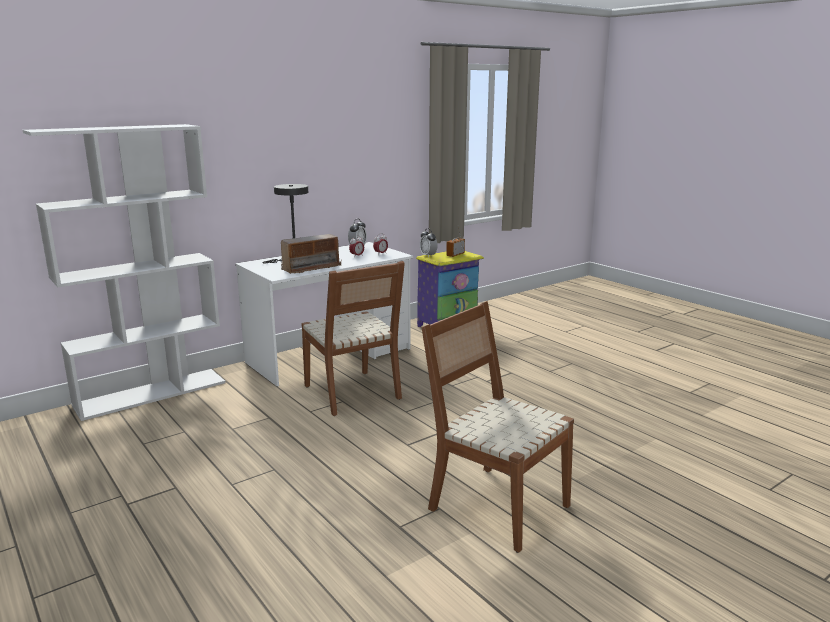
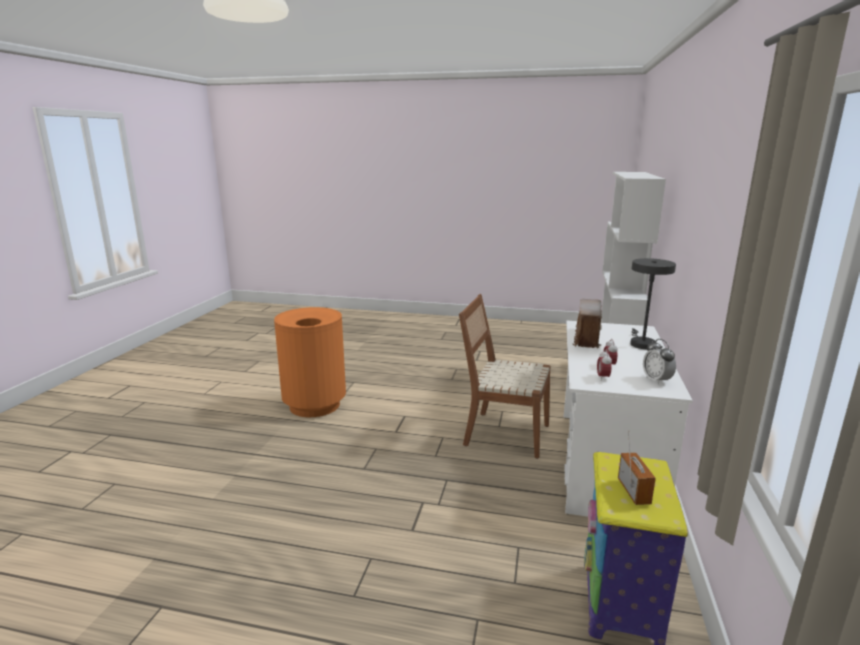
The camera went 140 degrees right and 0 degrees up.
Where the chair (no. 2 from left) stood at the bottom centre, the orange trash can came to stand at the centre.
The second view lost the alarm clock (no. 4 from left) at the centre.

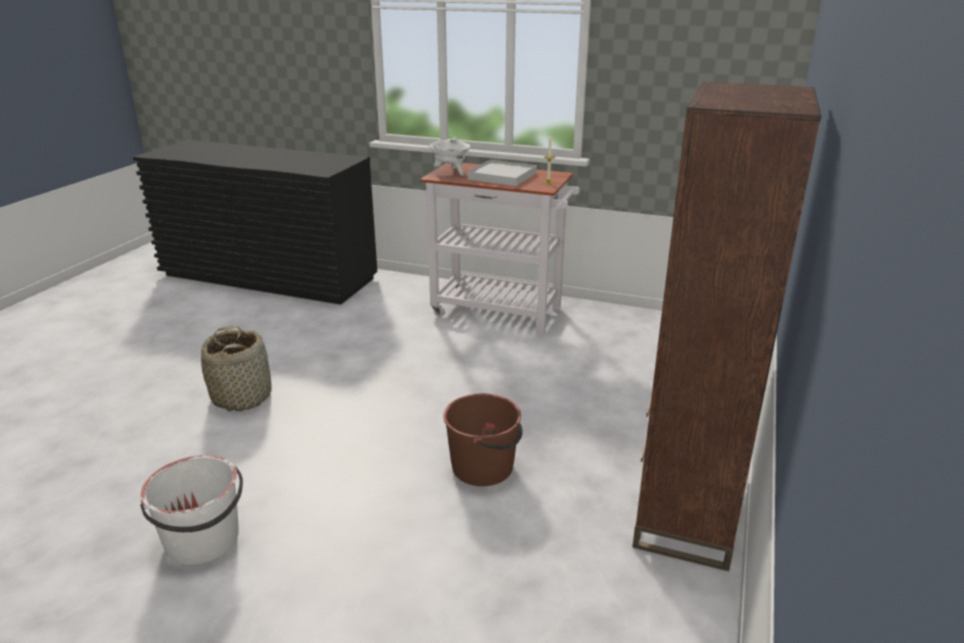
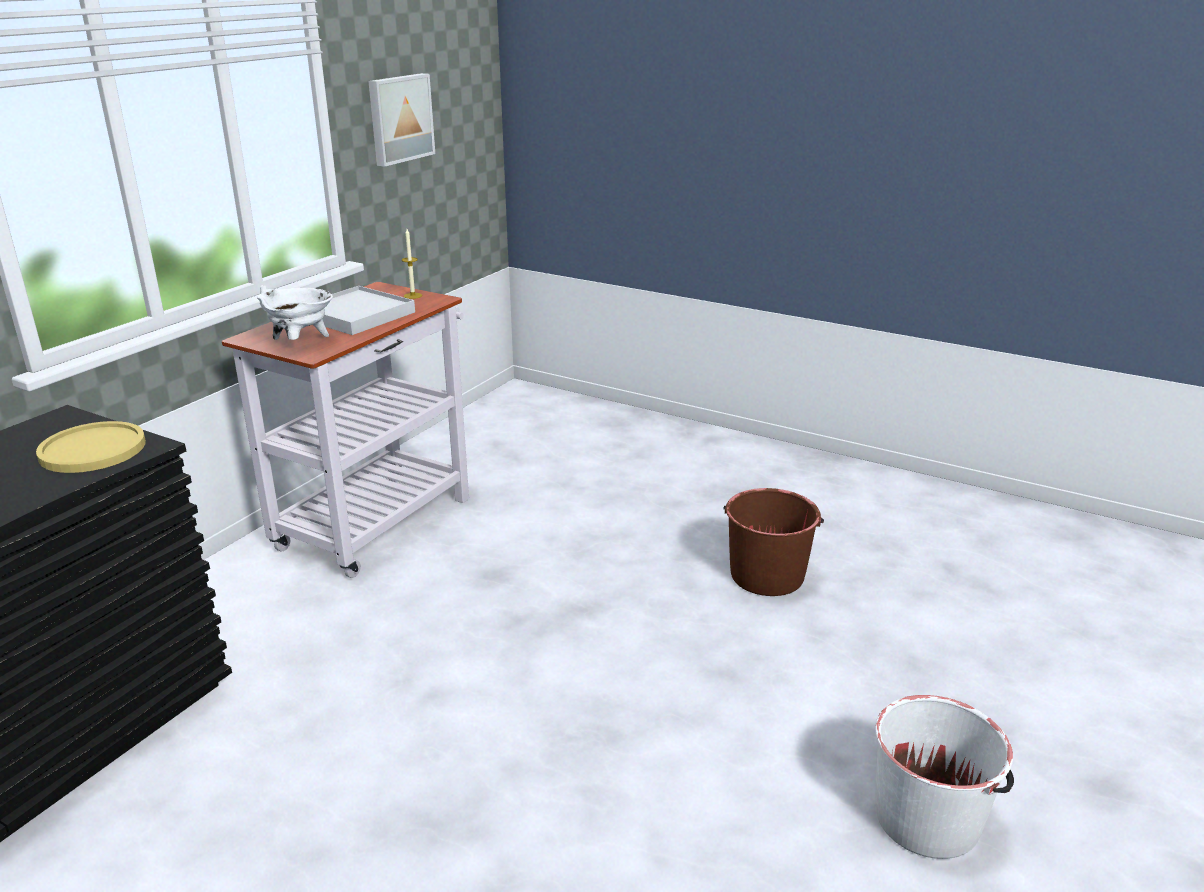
The camera went 80 degrees left and 0 degrees up.
The second view gained the yellow plate at the middle left.
The second view gained the picture at the top left.
The second view lost the basket at the middle left.
The second view lost the brown bookcase at the middle right.

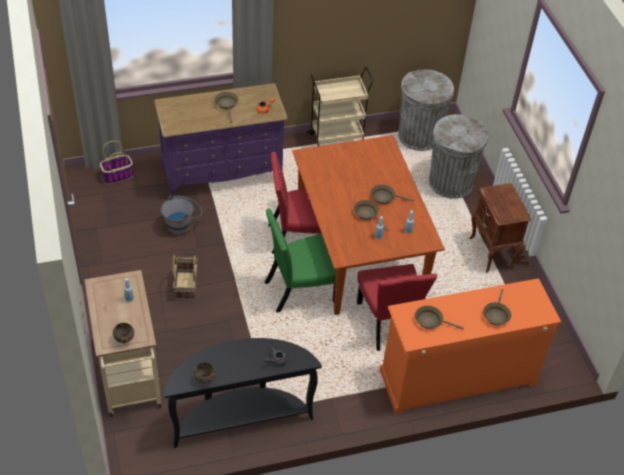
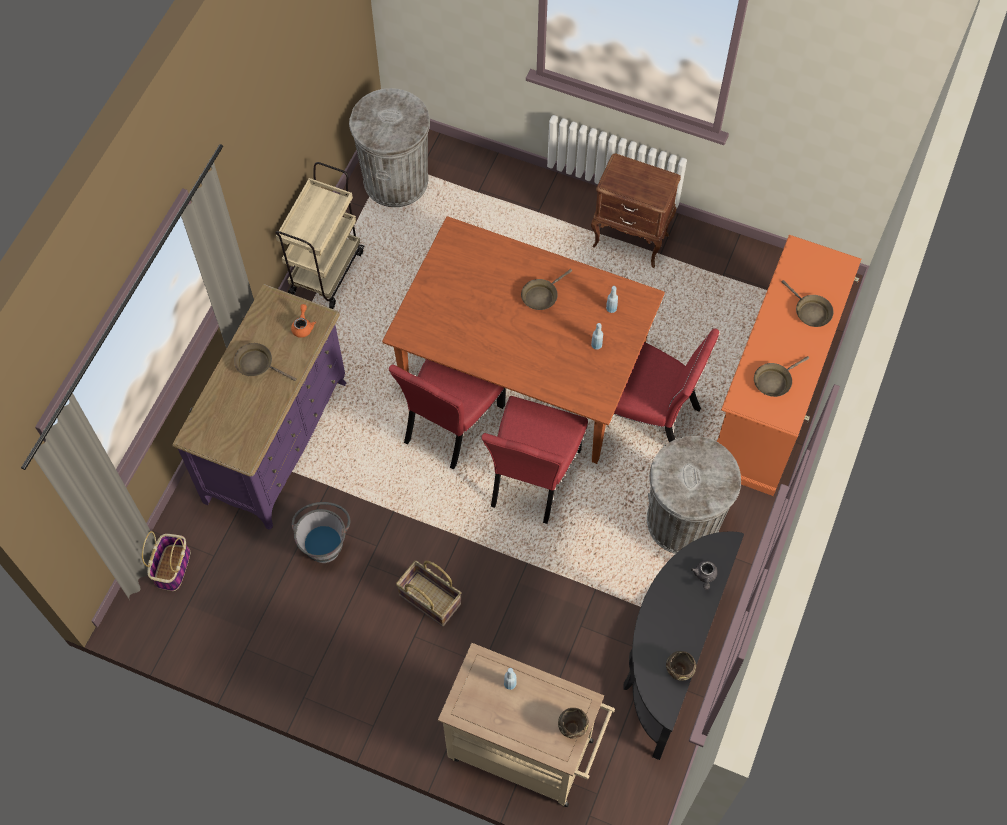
The camera went 50 degrees left and 15 degrees up.
What was the green chair at the centre turned into the red chair (no. 2 from left) at the centre.
The grey trash can (no. 2 from left) ended up elsewhere, having gone from the top right to the middle right.
The second view lost the brown frying pan (no. 2 from left) at the centre.

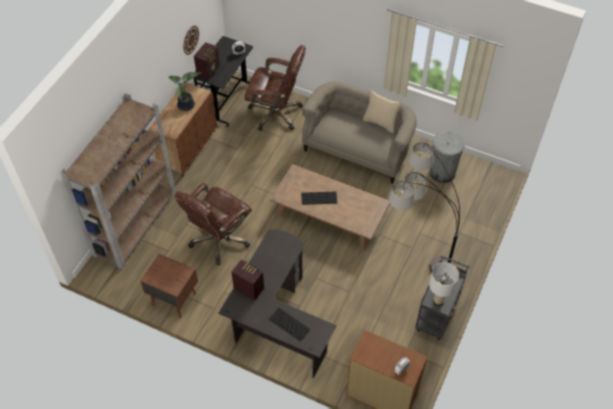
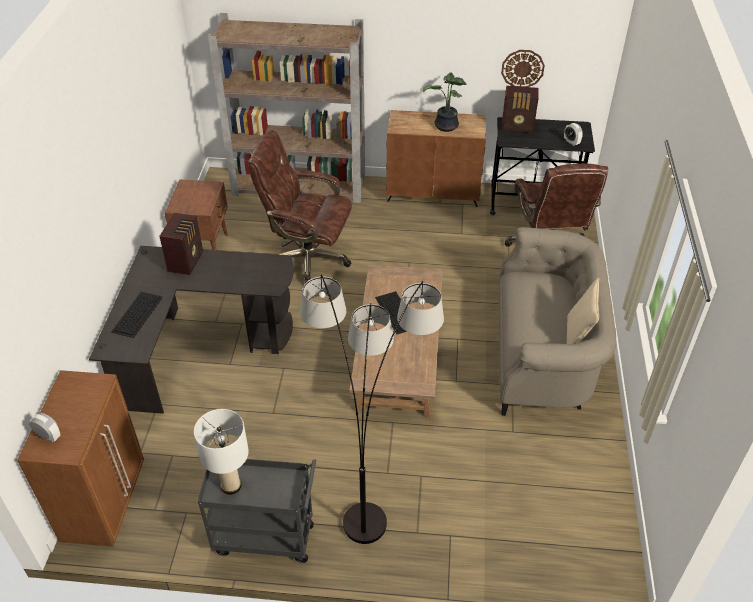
The camera went 70 degrees right and 10 degrees down.
The second view lost the grey trash can at the middle right.

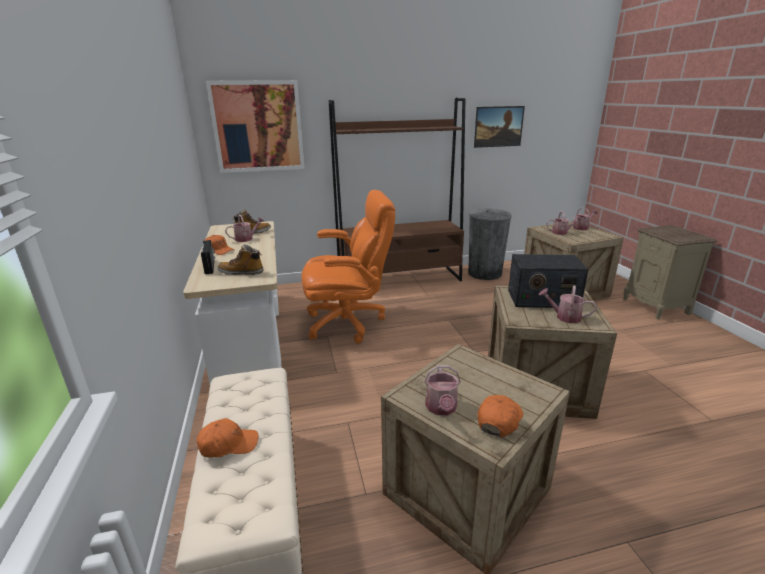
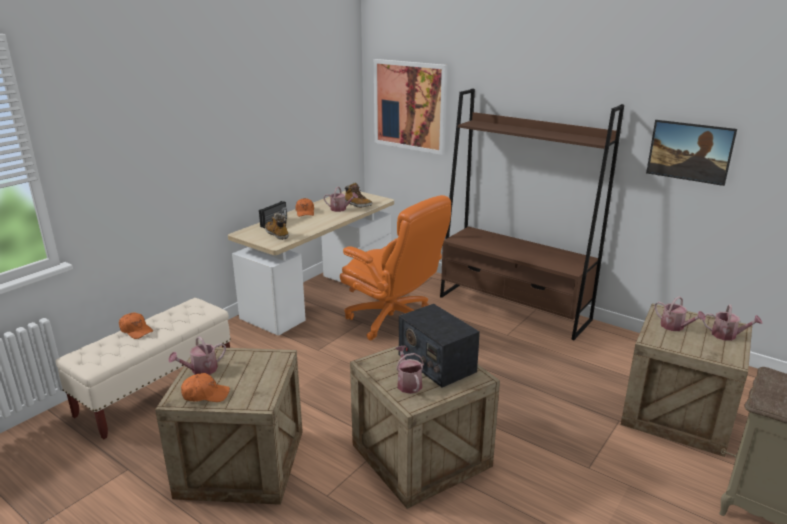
The camera went 50 degrees right and 0 degrees up.
The second view lost the grey trash can at the centre.

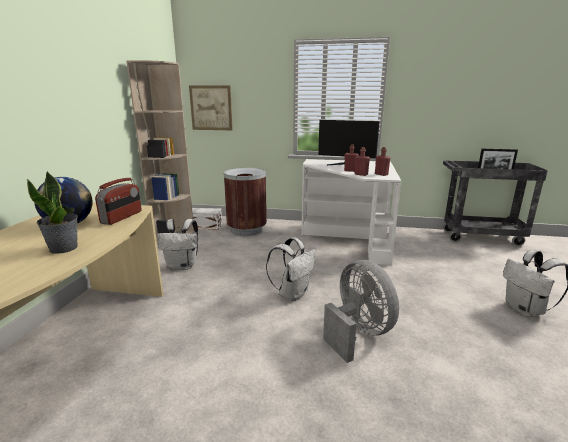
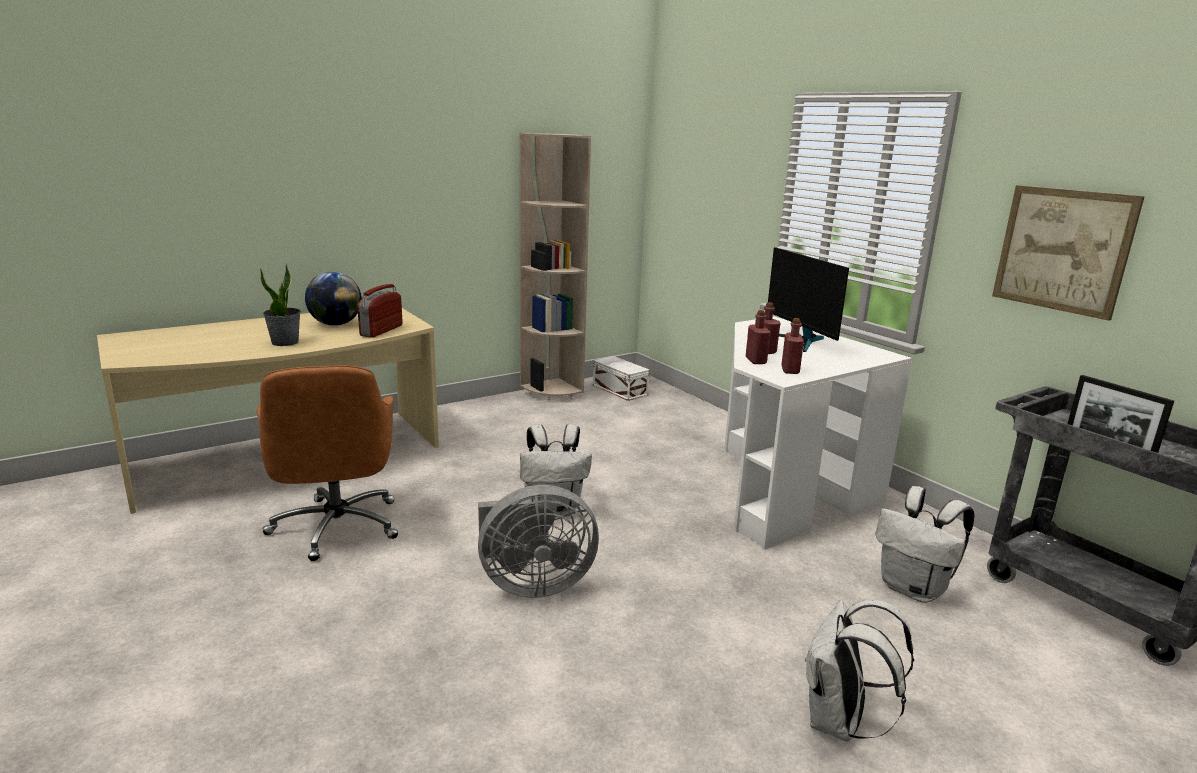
The camera went 45 degrees right and 0 degrees up.
The second view gained the brown office chair at the middle left.
The radio at the middle left ended up facing another way, 135 degrees clockwise from before.
The grey fan at the bottom centre ended up facing another way, 60 degrees clockwise from before.
The white backpack (no. 1 from left in the first image) ended up elsewhere, having gone from the middle left to the bottom right.
The picture ended up elsewhere, having gone from the top centre to the top right.
The second view lost the brown trash can at the centre.

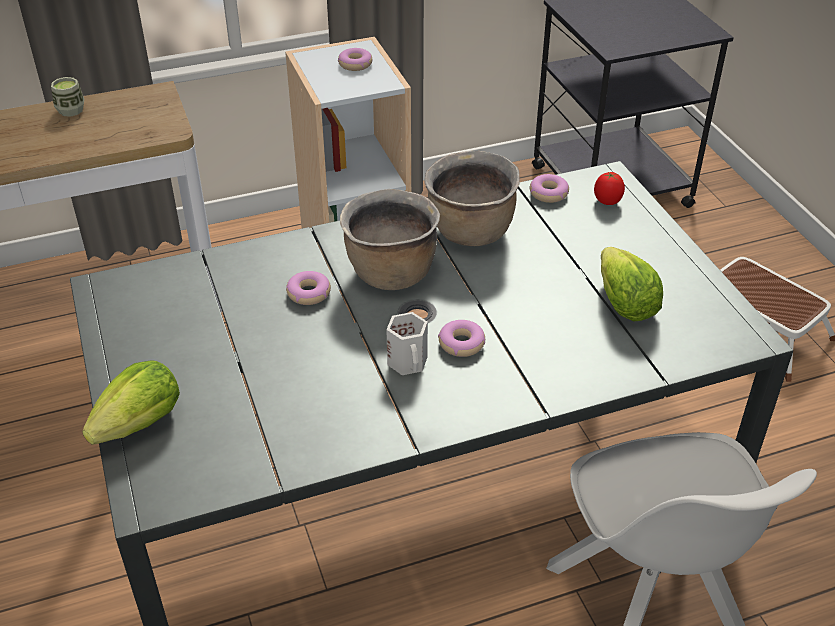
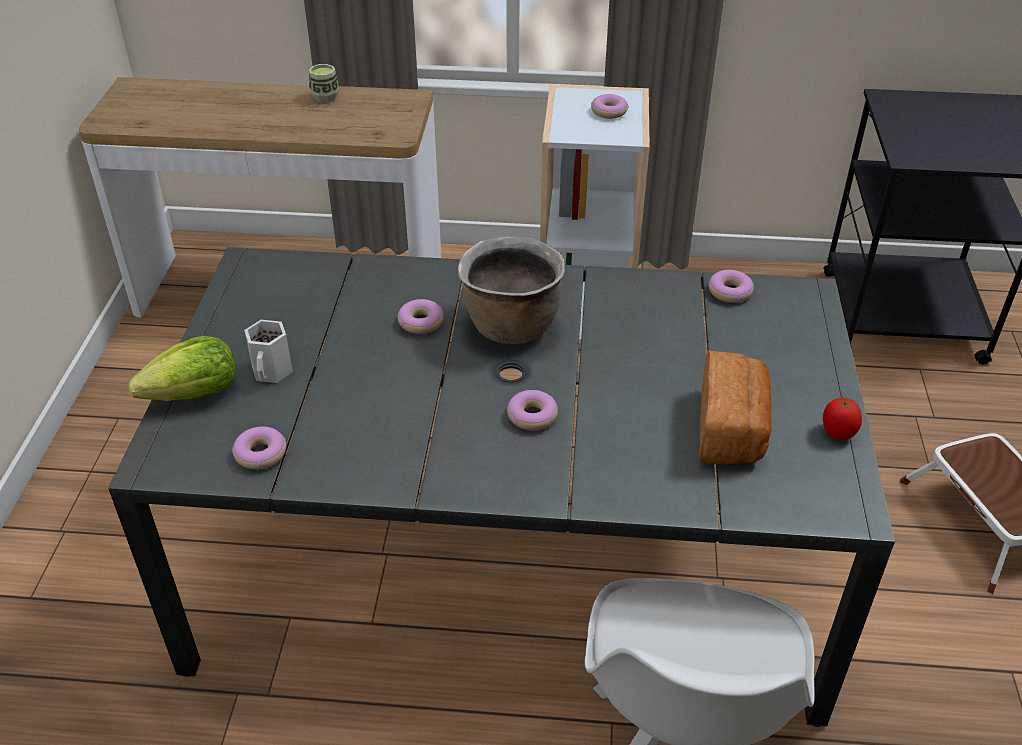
The camera went 25 degrees right and 0 degrees up.
The second view gained the donut (no. 1 from left) at the middle left.
The white mug ended up elsewhere, having gone from the centre to the middle left.
Where the lettuce (no. 2 from left) stood at the middle right, the bread came to stand at the middle right.
The tomato ended up elsewhere, having gone from the top right to the middle right.
The second view lost the brown cooking pot (no. 2 from left) at the top centre.

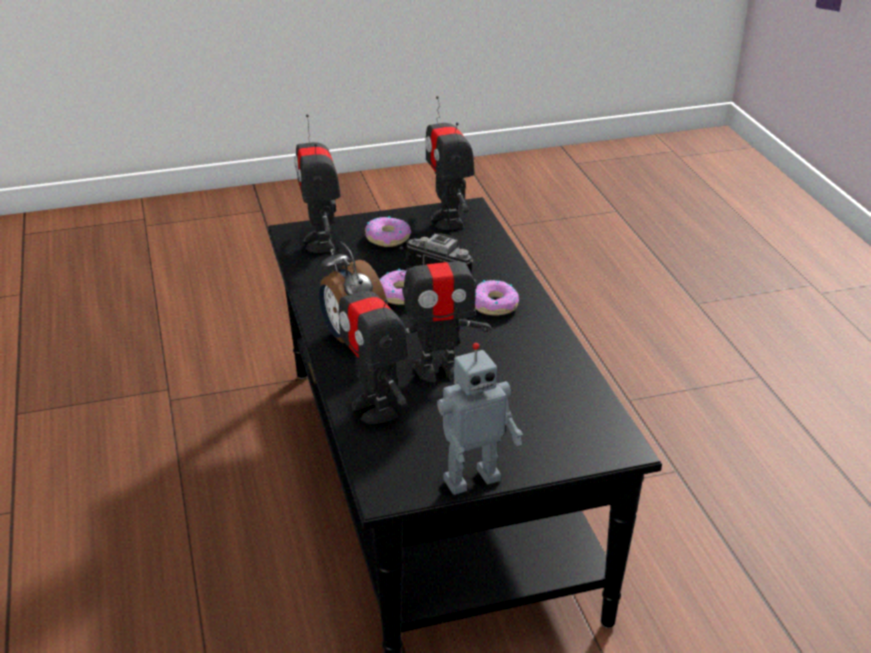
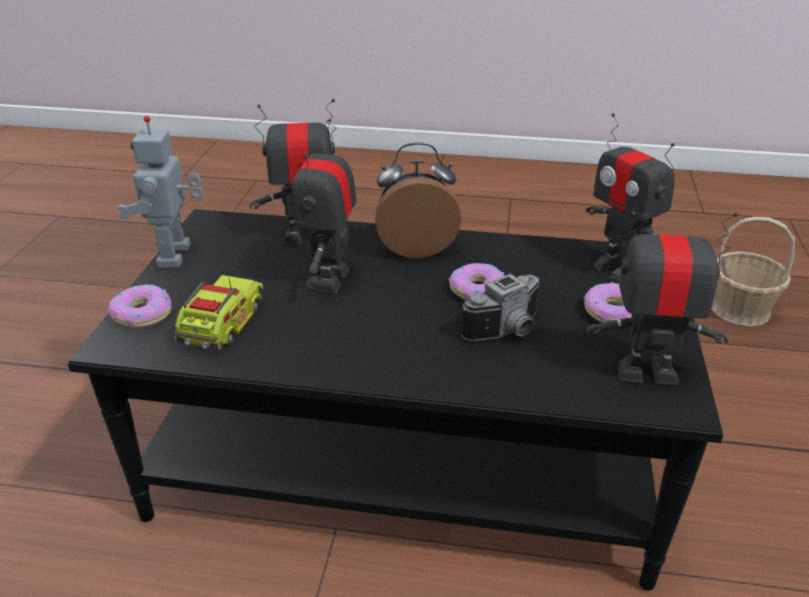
The camera went 115 degrees right and 0 degrees up.
The donut (no. 3 from left in the first image) ended up elsewhere, having gone from the centre to the middle left.
The second view gained the toy truck at the middle left.
The toy robot (no. 1 from left in the first image) at the top centre ended up facing another way, 135 degrees counterclockwise from before.
The second view gained the basket at the middle right.

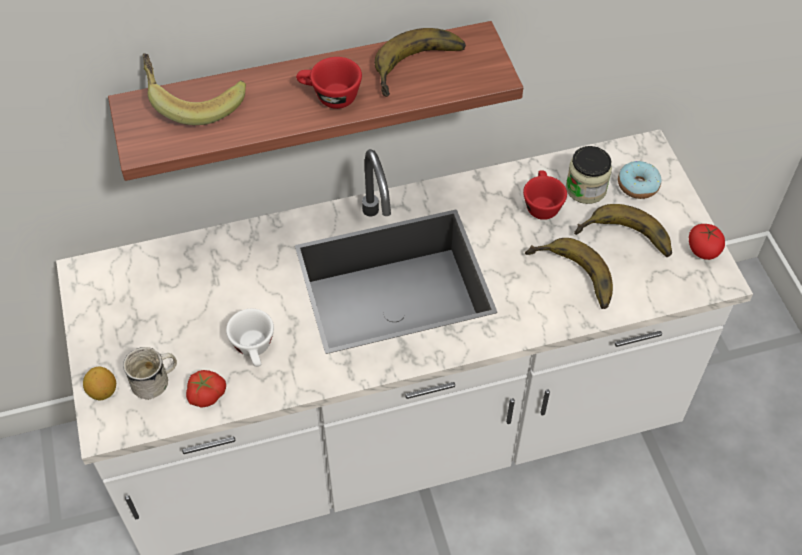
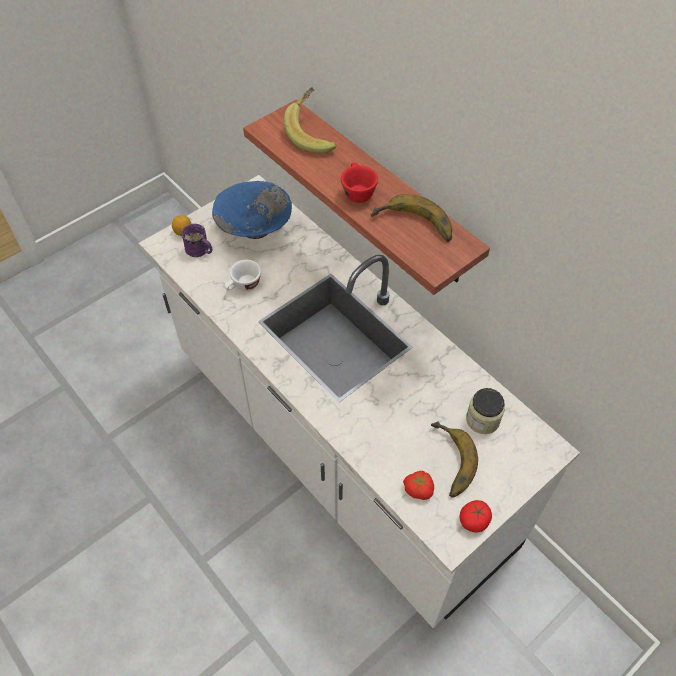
The camera went 65 degrees right and 0 degrees up.
What was the white mug at the bottom left turned into the purple mug at the middle left.
The second view gained the blue bowl at the top centre.
The tomato (no. 1 from left) ended up elsewhere, having gone from the bottom left to the bottom centre.
The second view lost the red cup (no. 2 from left) at the middle right.
The second view lost the banana (no. 3 from left) at the middle right.
The second view lost the donut at the top right.

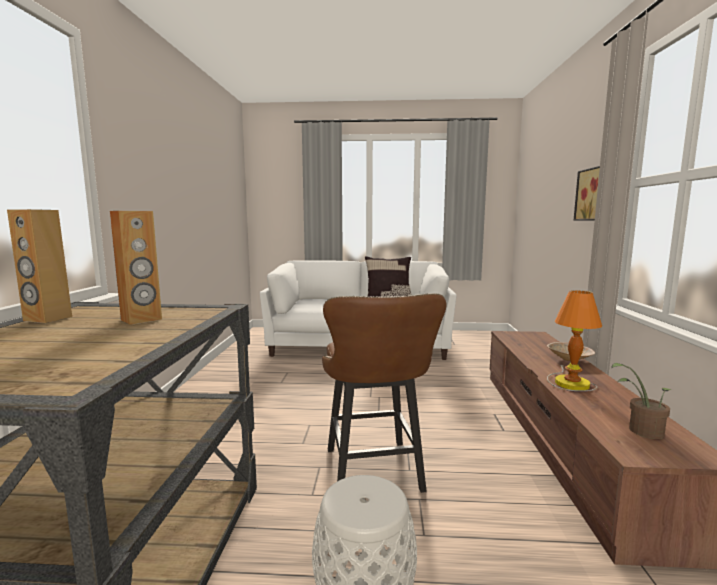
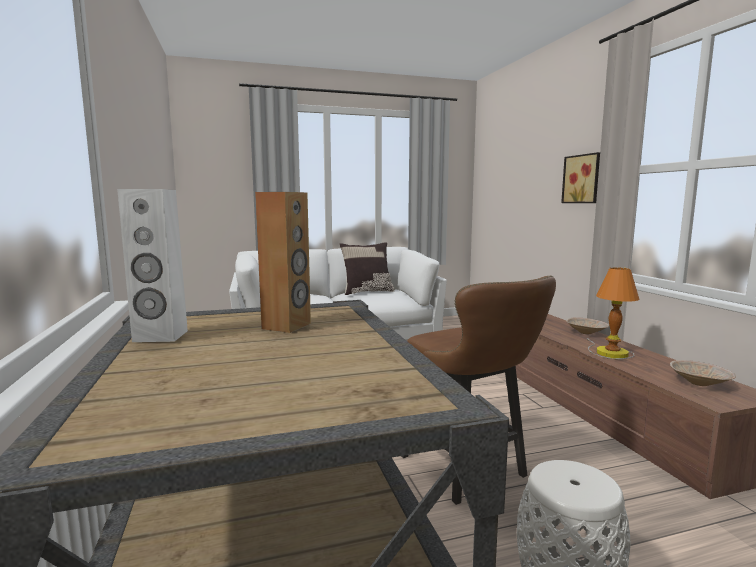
The camera went 20 degrees left and 0 degrees up.
What was the brown speaker (no. 1 from left) at the middle left turned into the white speaker at the middle left.
Where the potted plant stood at the bottom right, the beige bowl (no. 2 from left) came to stand at the middle right.

